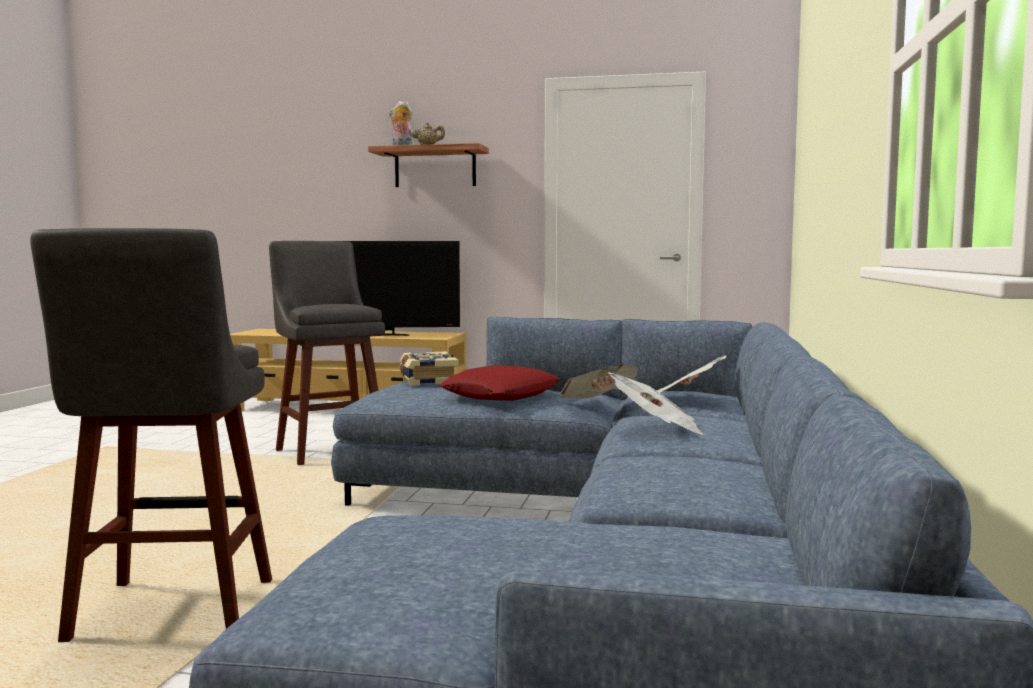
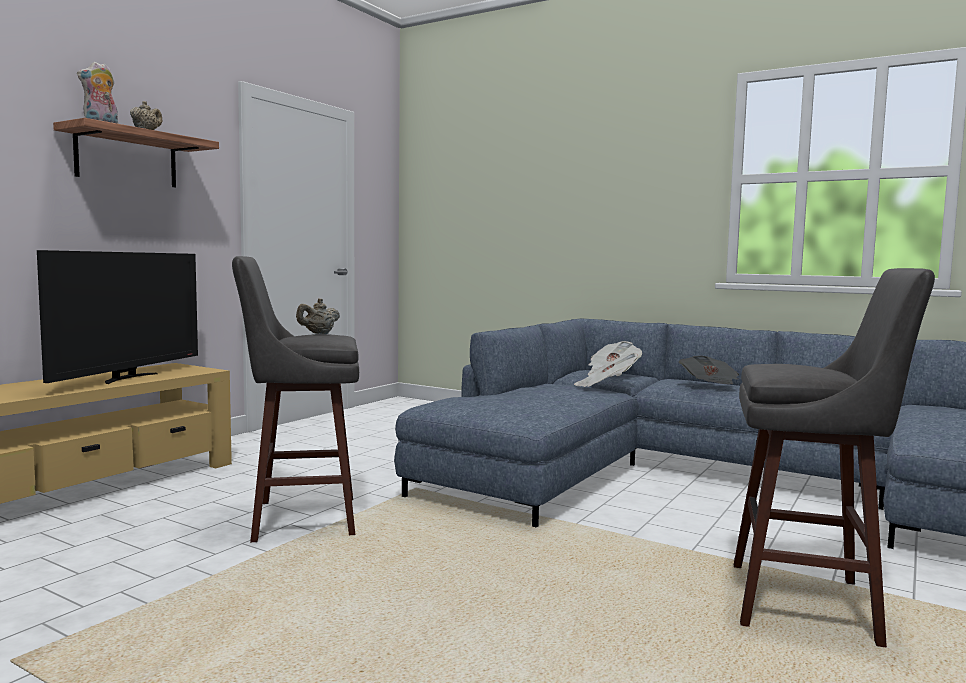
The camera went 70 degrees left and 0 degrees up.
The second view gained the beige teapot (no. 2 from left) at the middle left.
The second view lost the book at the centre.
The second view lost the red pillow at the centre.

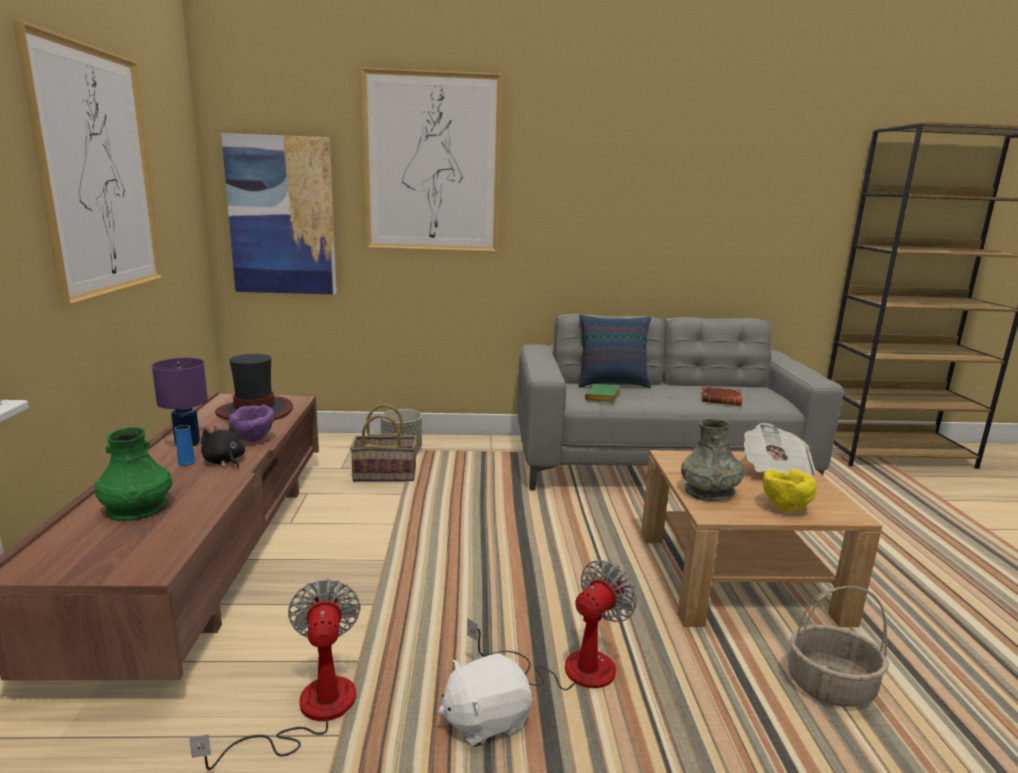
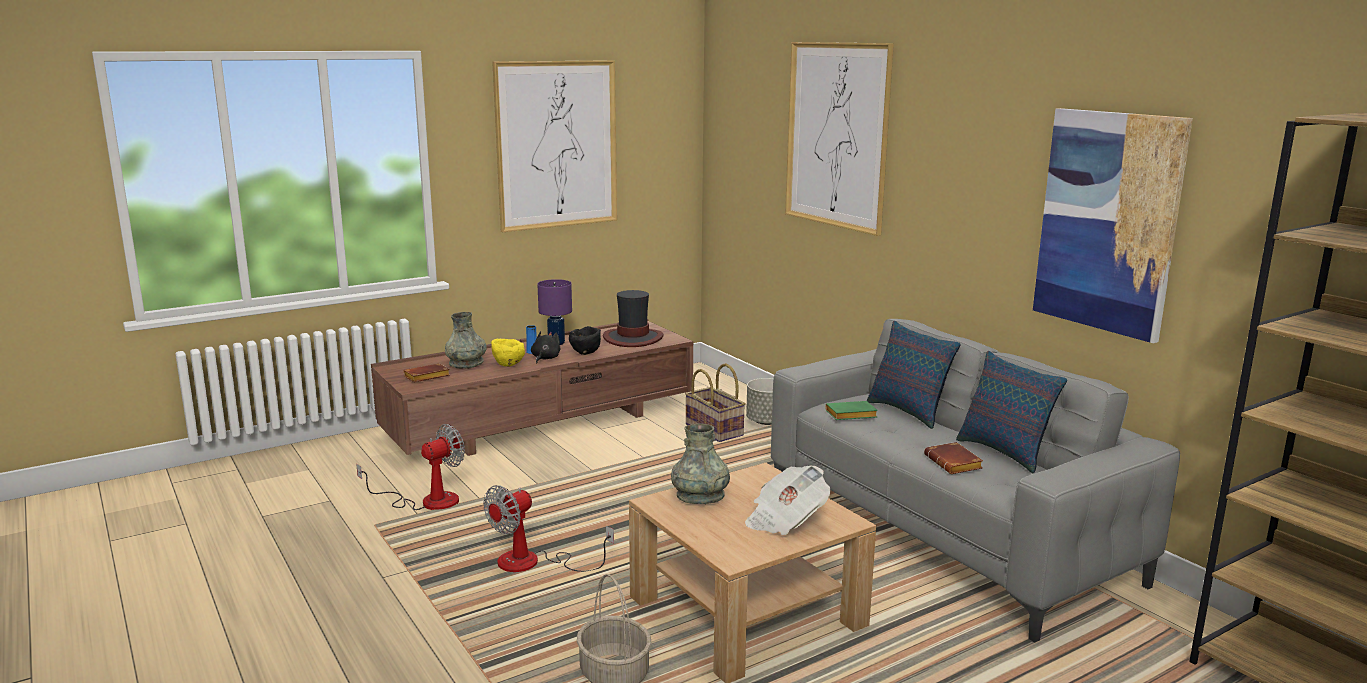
The camera went 60 degrees right and 0 degrees up.
The second view gained the brown book (no. 1 from left) at the middle left.
What was the green vase at the middle left turned into the grey vase (no. 1 from left) at the centre.
The fan (no. 2 from left) at the bottom centre ended up facing another way, 120 degrees clockwise from before.
The yellow bowl ended up elsewhere, having gone from the middle right to the centre.
What was the purple bowl at the middle left turned into the black bowl at the centre.
The second view gained the blue pillow (no. 2 from left) at the middle right.
The picture (no. 2 from left in the first image) ended up elsewhere, having gone from the top left to the top right.
The second view lost the white plush toy at the bottom centre.

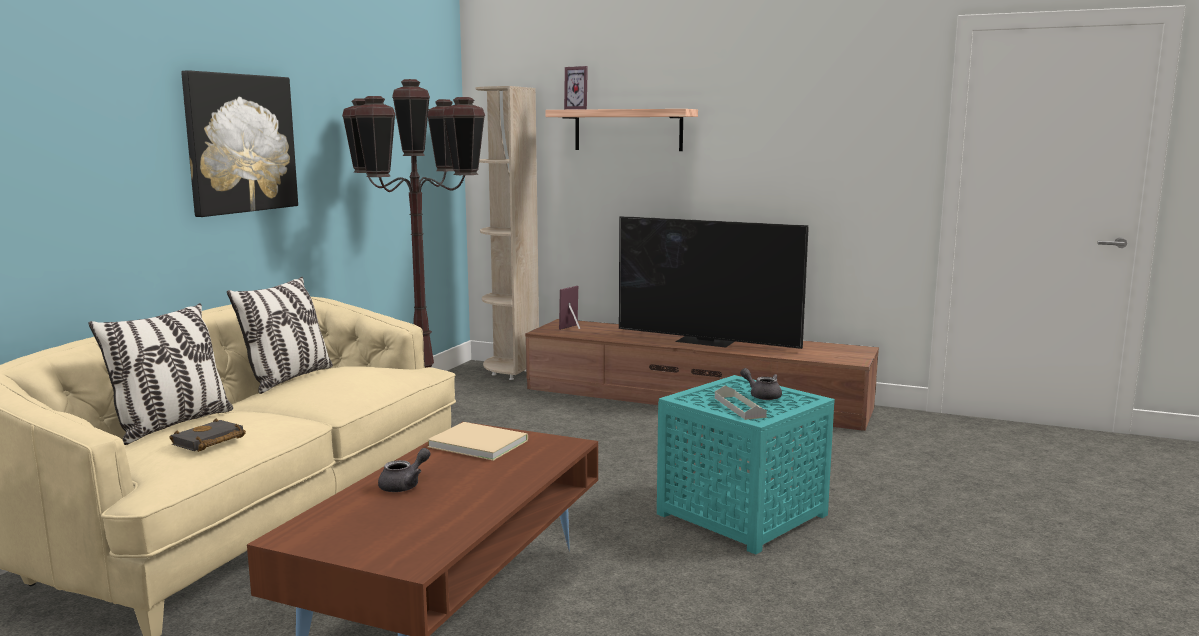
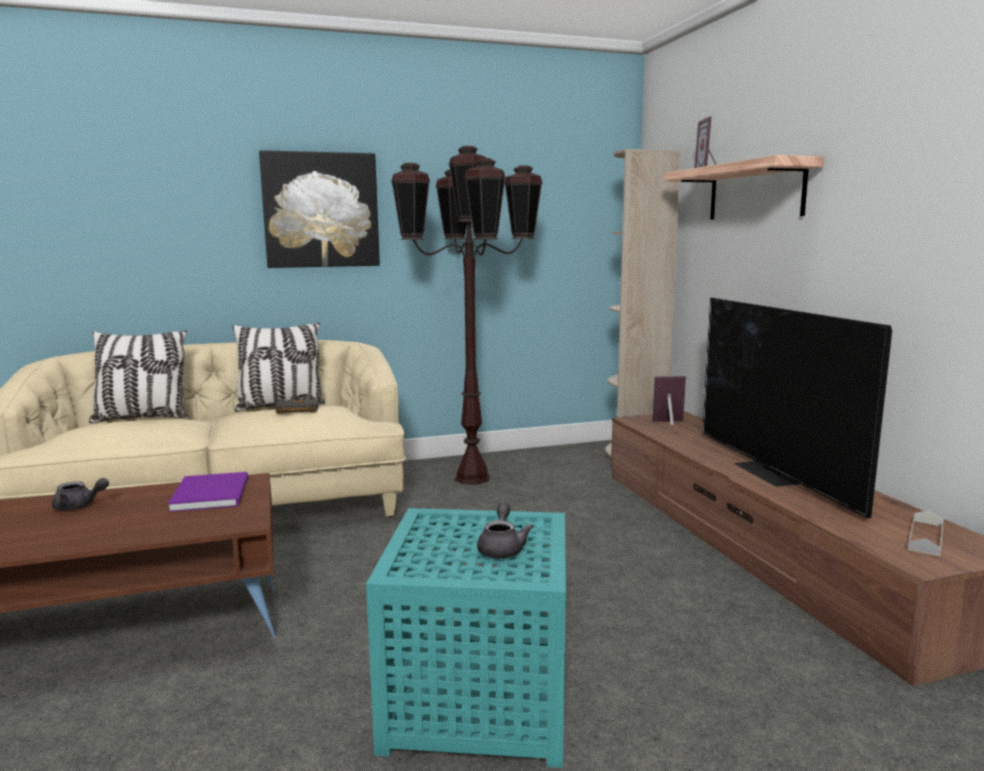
The camera went 50 degrees right and 0 degrees up.
What was the beige book at the bottom centre turned into the purple book at the middle left.
The black book ended up elsewhere, having gone from the bottom left to the middle left.
The grey tray ended up elsewhere, having gone from the centre to the bottom right.

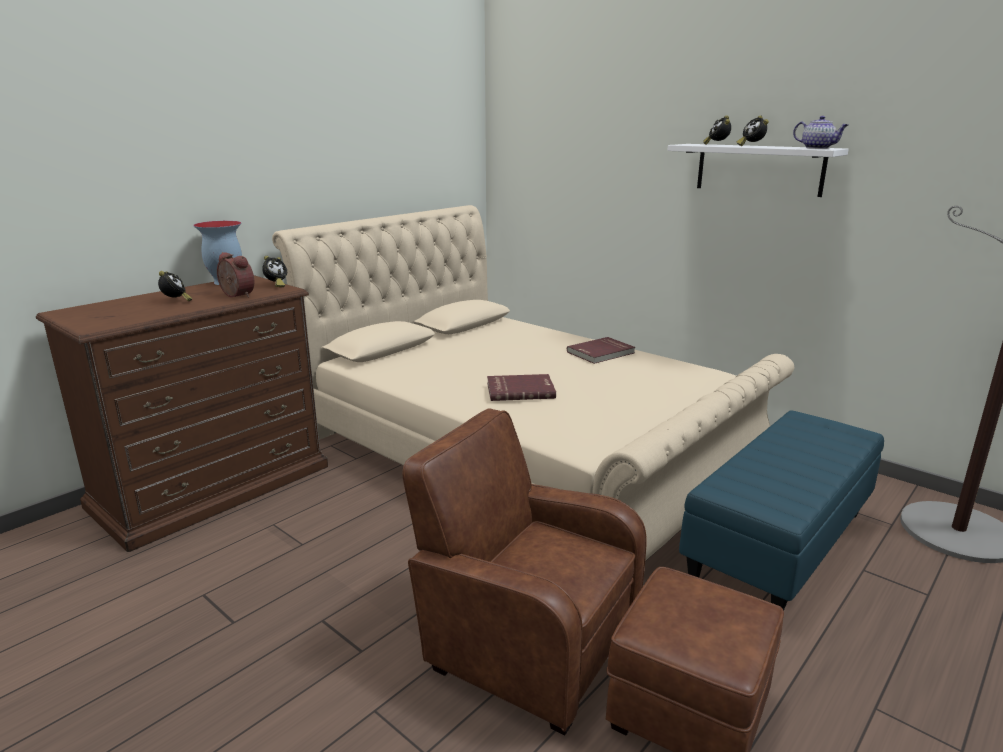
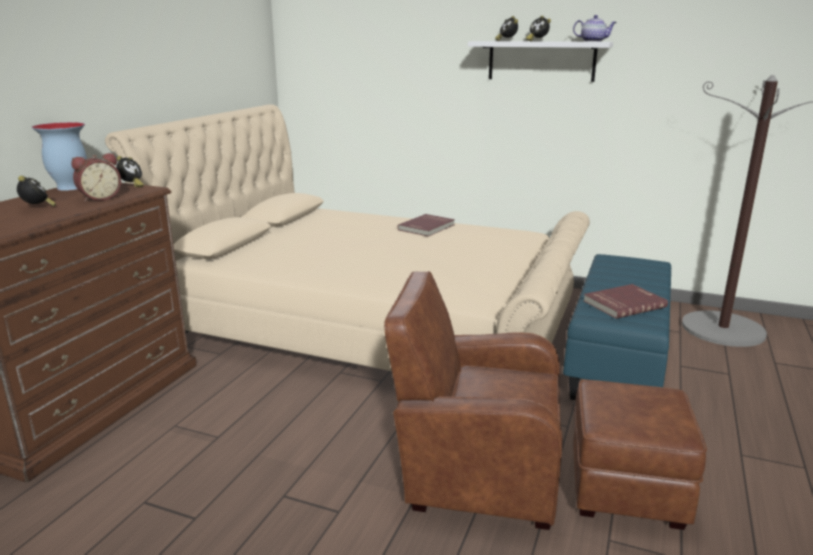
The camera went 20 degrees left and 0 degrees up.
The alarm clock (no. 2 from left) at the middle left ended up facing another way, 120 degrees clockwise from before.
The red book (no. 1 from left in the first image) ended up elsewhere, having gone from the centre to the middle right.

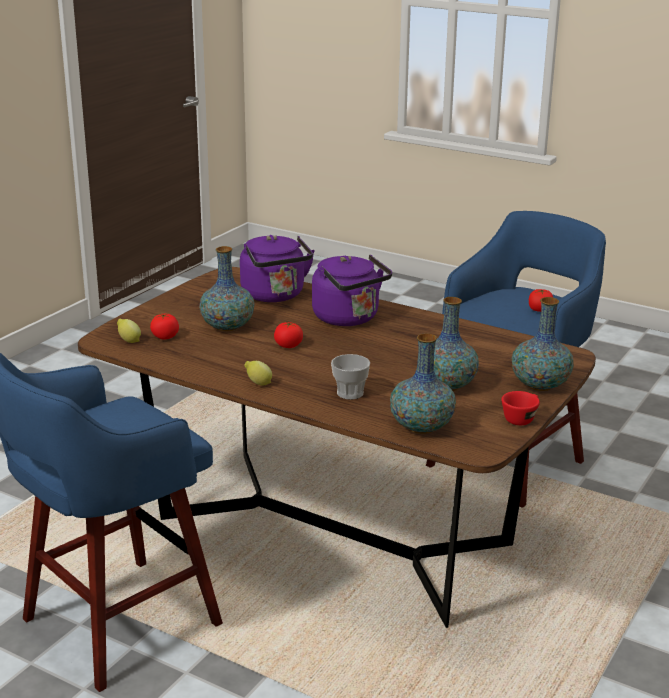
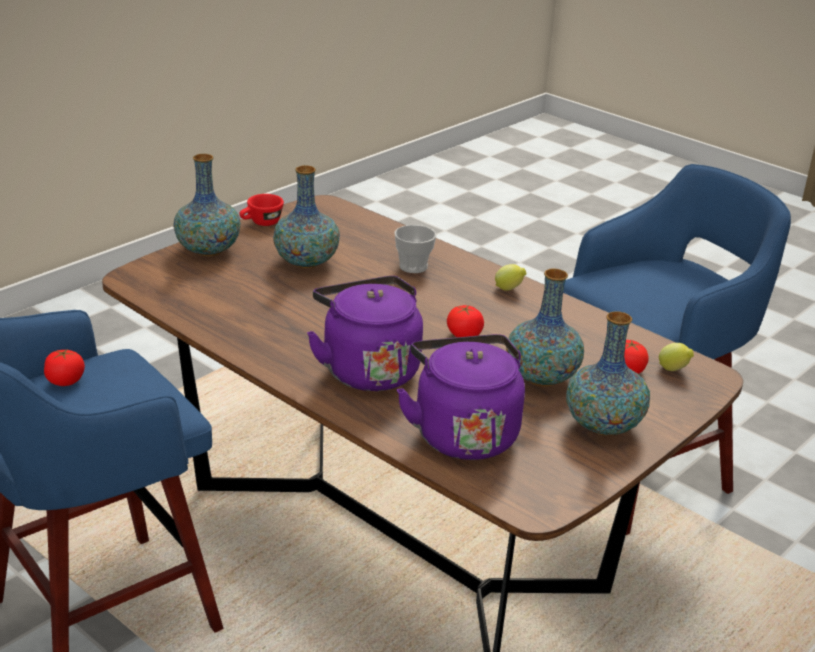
The camera went 170 degrees left and 5 degrees up.
The vase (no. 2 from left in the first image) ended up elsewhere, having gone from the centre to the middle right.

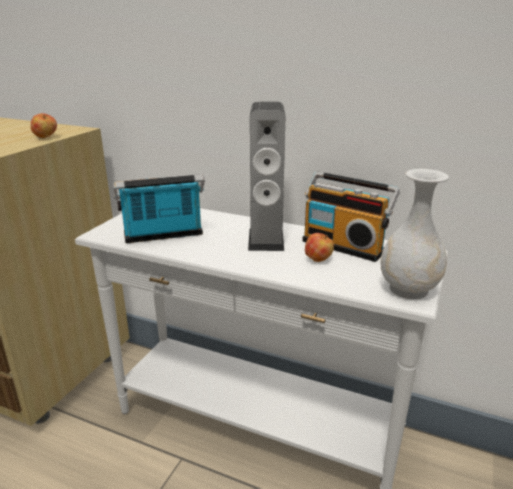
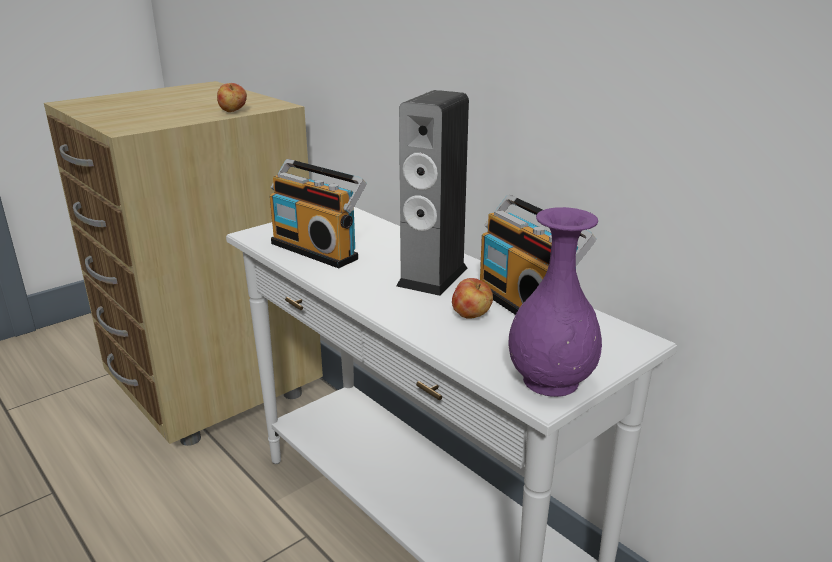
The camera went 25 degrees right and 0 degrees up.
The radio (no. 1 from left) at the middle left ended up facing another way, 150 degrees counterclockwise from before.
What was the white vase at the middle right turned into the purple vase at the middle right.

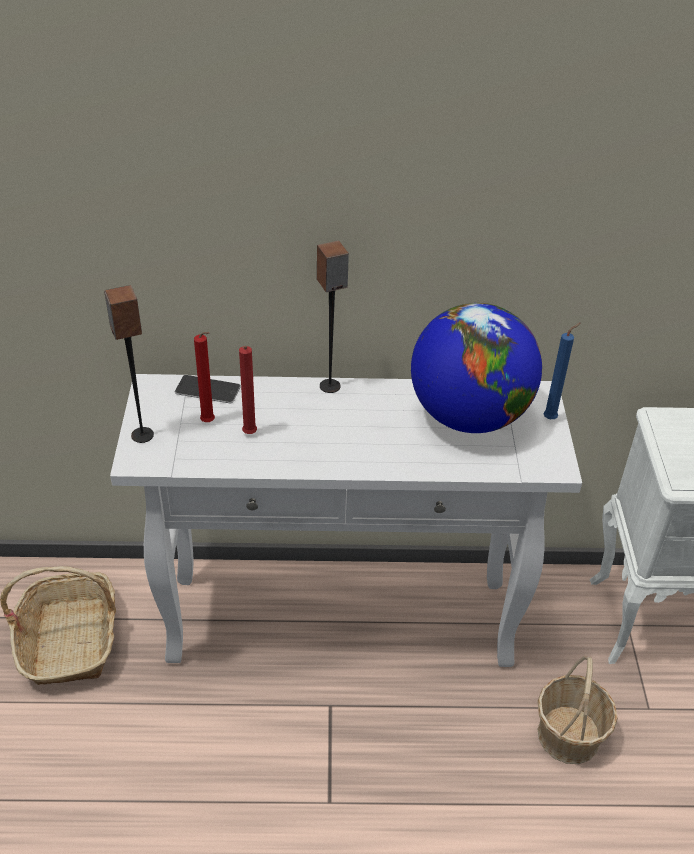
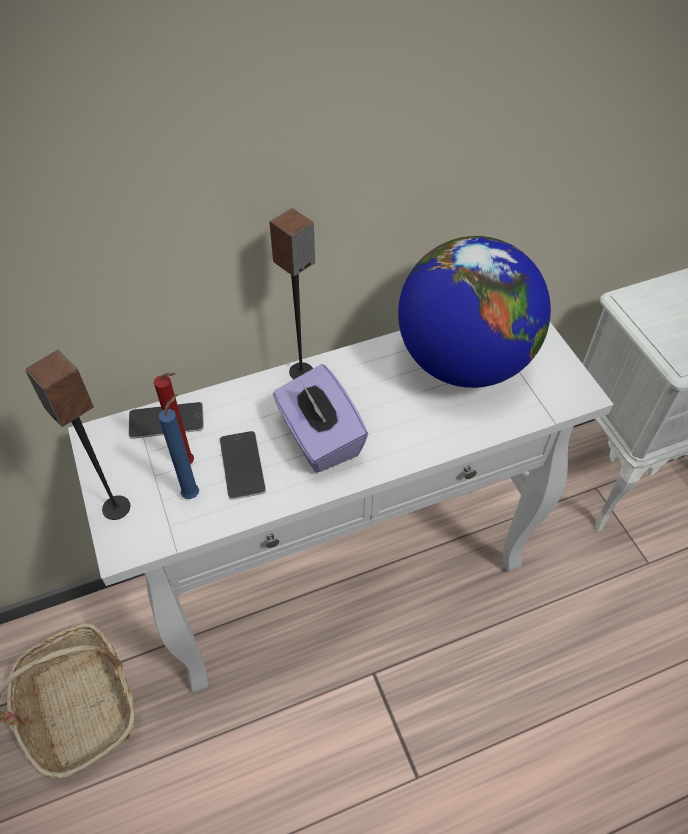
The camera went 20 degrees left and 10 degrees up.
The blue candle ended up elsewhere, having gone from the middle right to the middle left.
Where the red candle (no. 2 from left) stood at the centre, the phone (no. 2 from left) came to stand at the centre.
The second view gained the purple tissue box at the centre.
The second view lost the basket (no. 2 from left) at the bottom right.

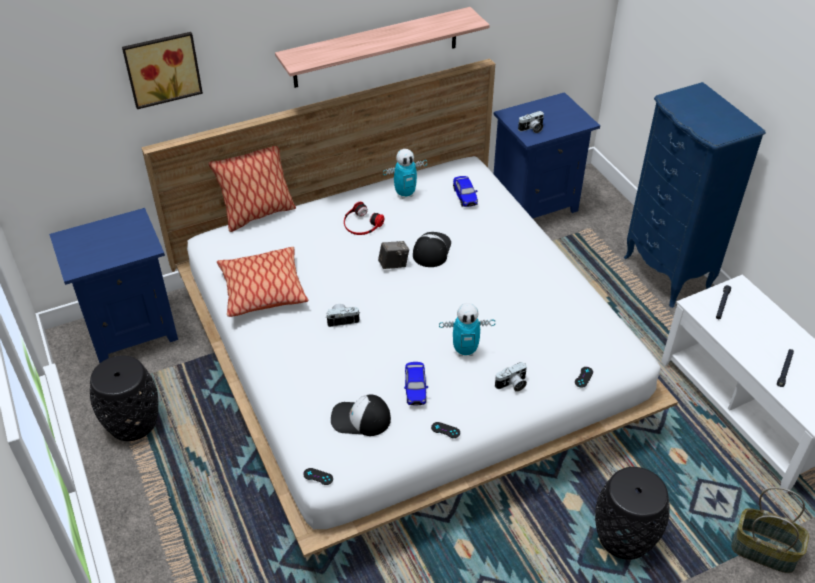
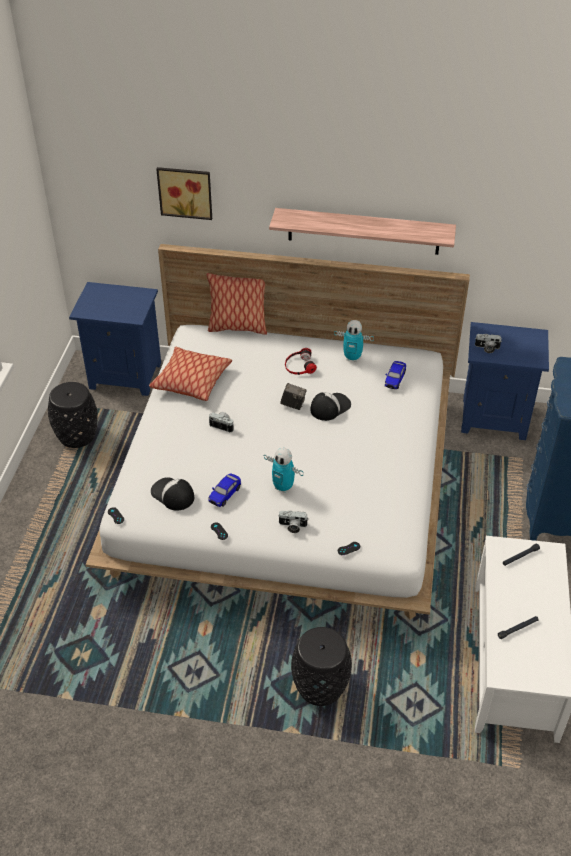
The camera went 35 degrees right and 0 degrees up.
The second view lost the basket at the bottom right.

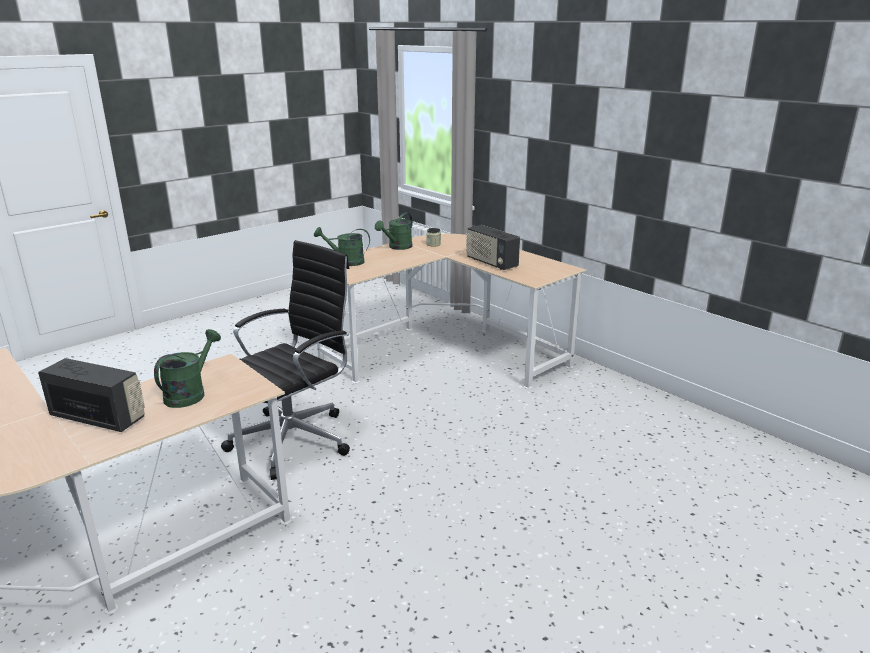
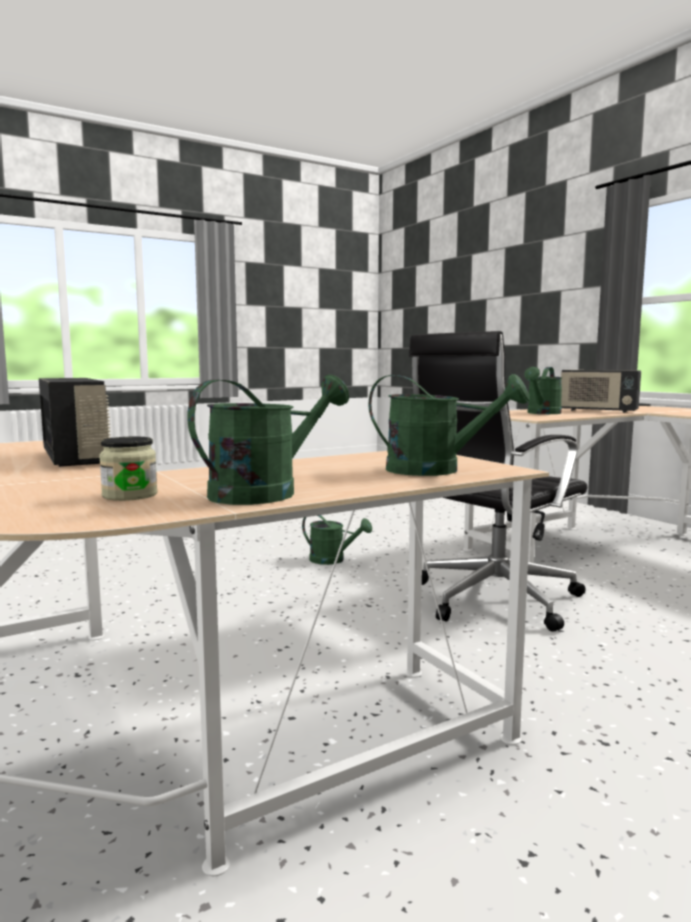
The camera went 170 degrees left and 15 degrees down.
The second view gained the green watering can (no. 2 from left) at the centre.

